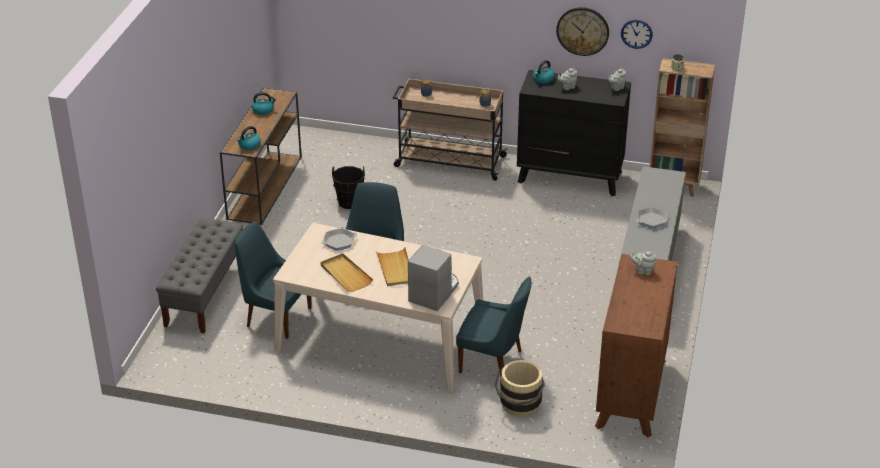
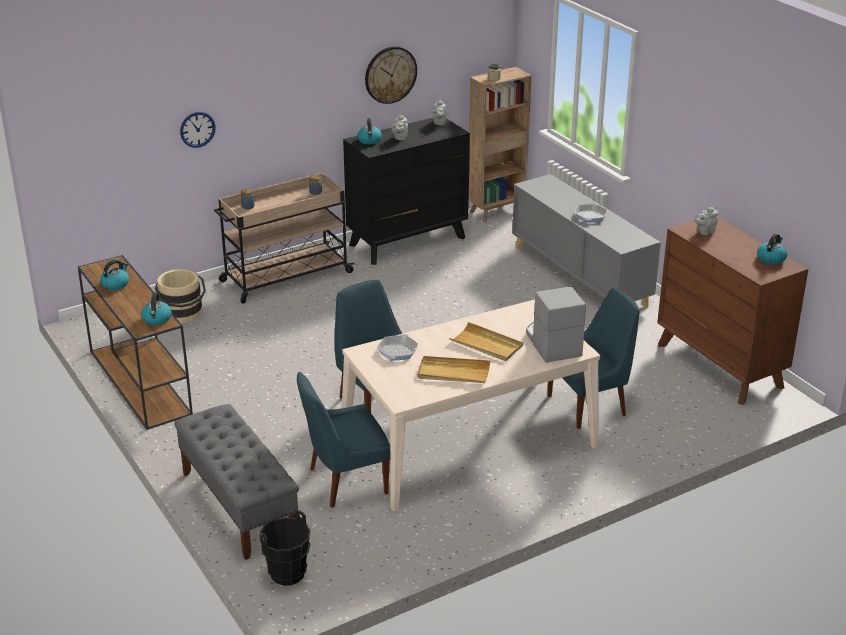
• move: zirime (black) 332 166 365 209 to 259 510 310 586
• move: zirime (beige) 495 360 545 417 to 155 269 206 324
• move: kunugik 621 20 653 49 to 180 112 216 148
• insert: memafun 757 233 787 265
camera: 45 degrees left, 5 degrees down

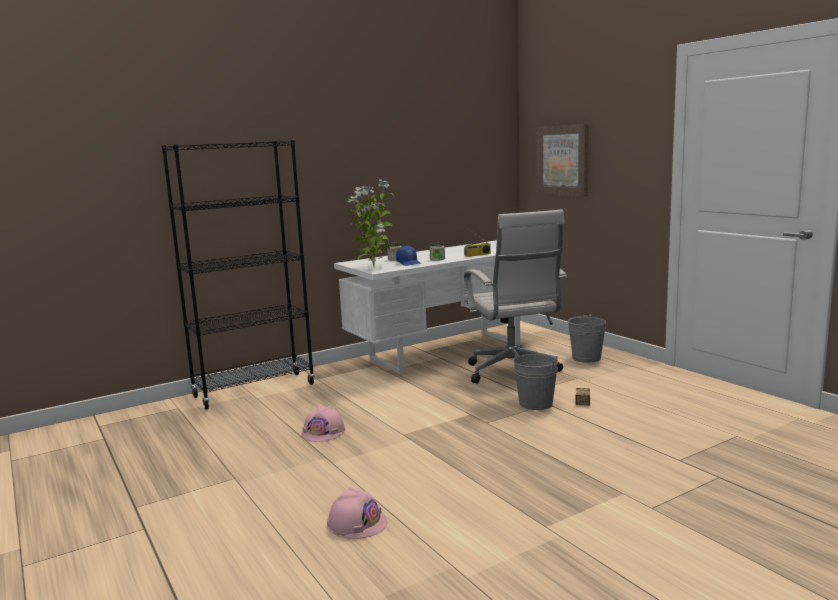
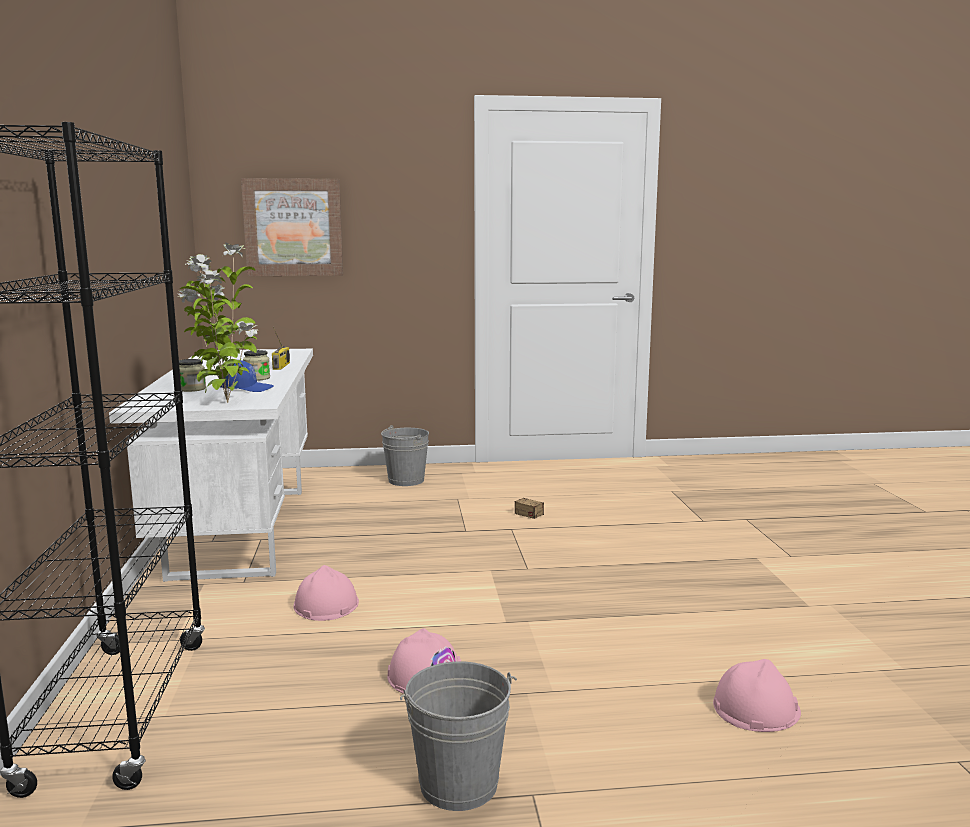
• delete: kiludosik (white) 464 210 567 384
• move: zirime (grey) 513 353 558 410 to 400 661 517 811
• insert: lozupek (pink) 293 565 359 621
camera: 65 degrees left, 0 degrees up

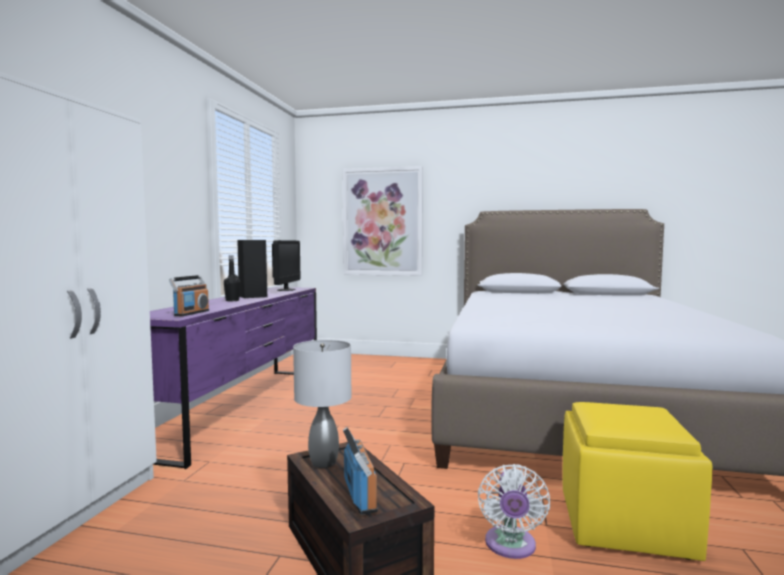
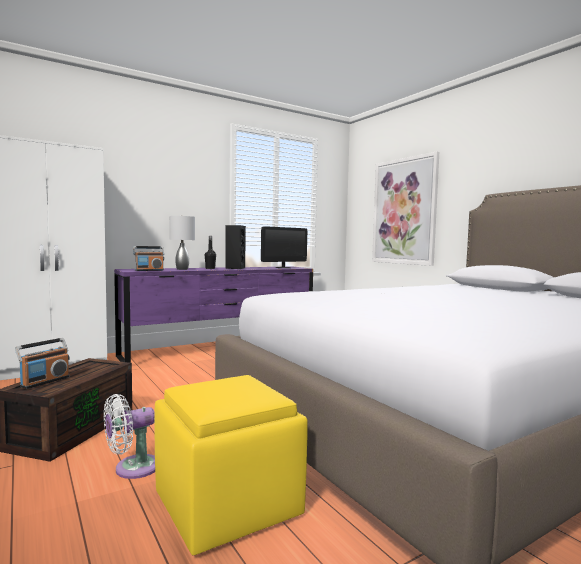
• move: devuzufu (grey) 293 340 351 468 to 169 216 195 270
camera: 45 degrees right, 0 degrees up

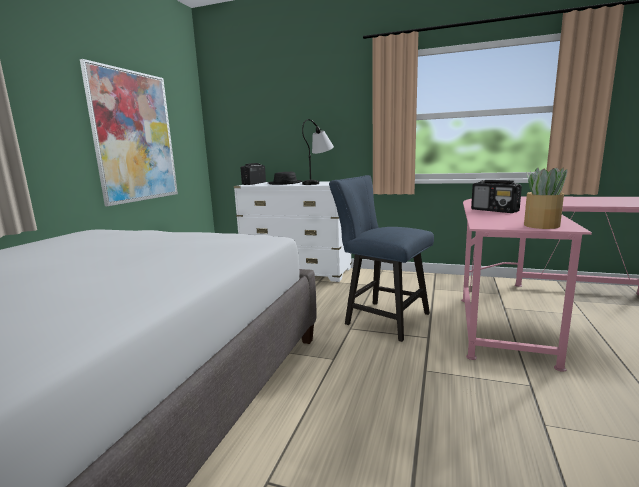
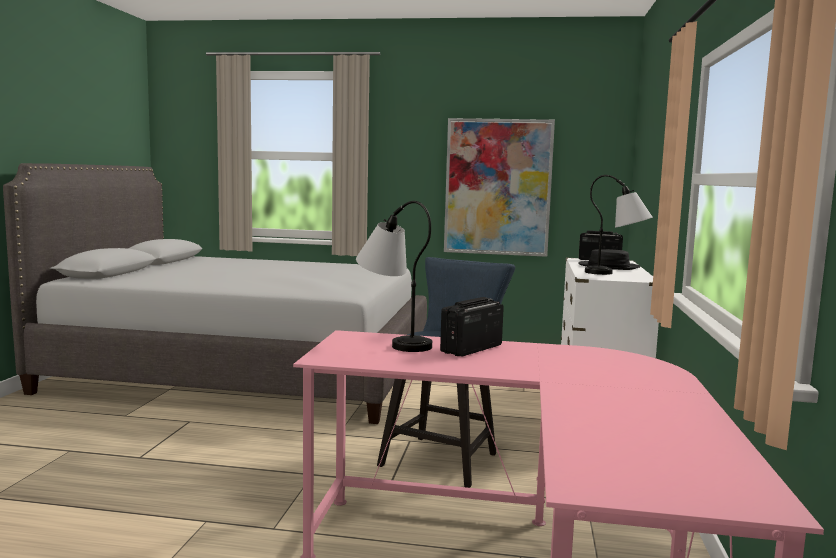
• delete: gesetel 524 167 568 229
• insert: devuzufu 356 201 432 352
camera: 80 degrees right, 5 degrees down

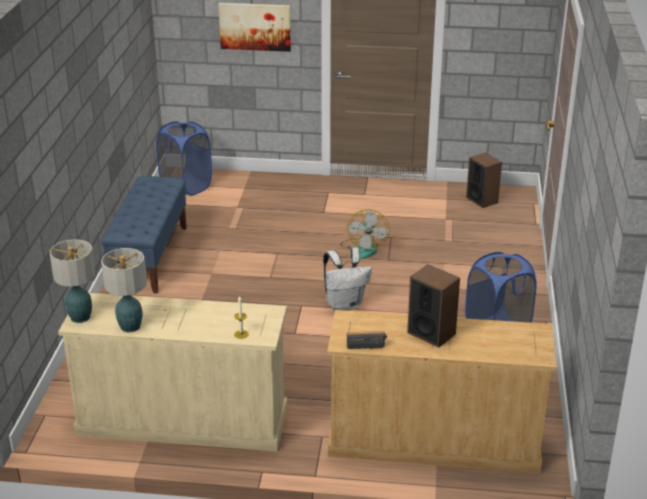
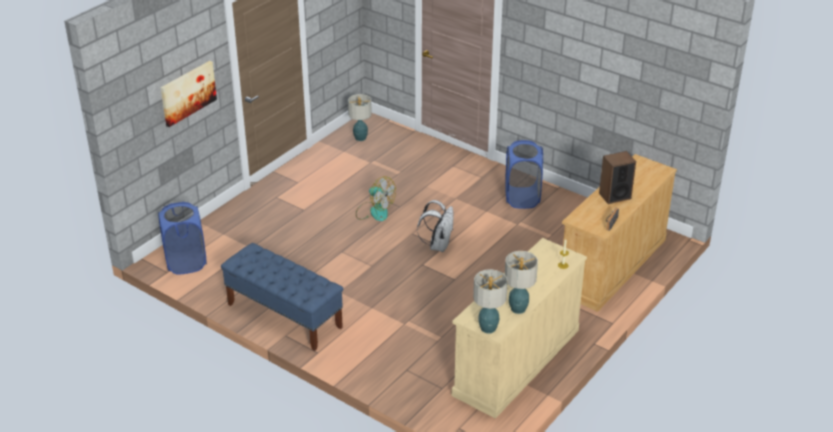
• replace: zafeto 466 153 502 208 to devuzufu 348 94 372 141
camera: 60 degrees left, 5 degrees up

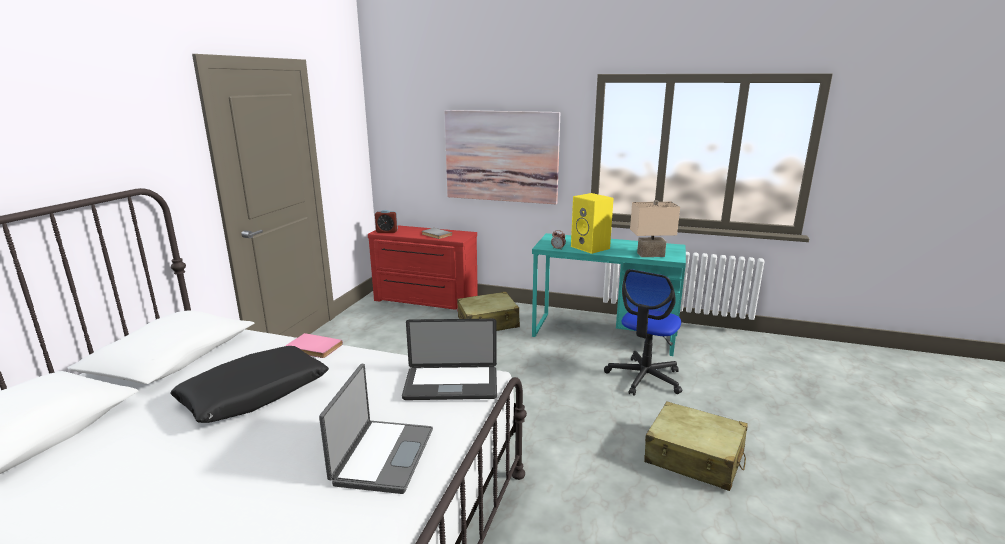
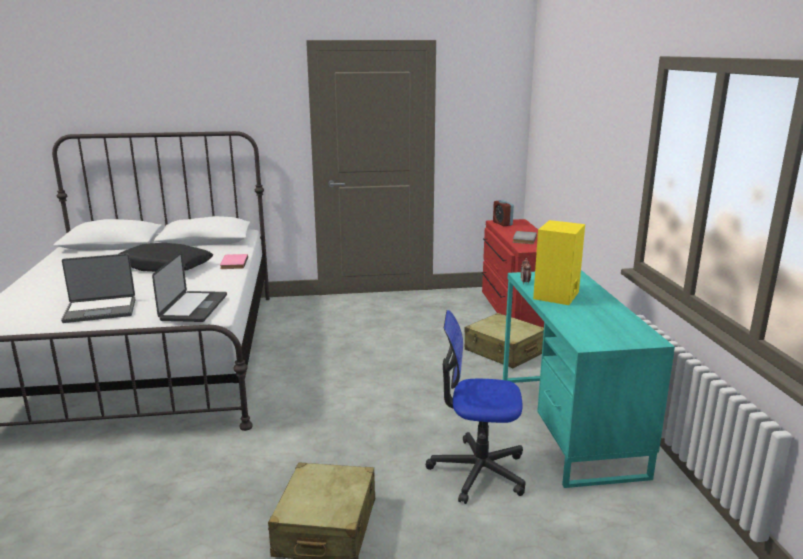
• rotate: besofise 402 319 497 400 = 152 252 227 322 150 degrees counterclockwise
• delete: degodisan 445 110 560 204
• delete: devuzufu (beige) 630 200 680 257
camera: 65 degrees right, 0 degrees up

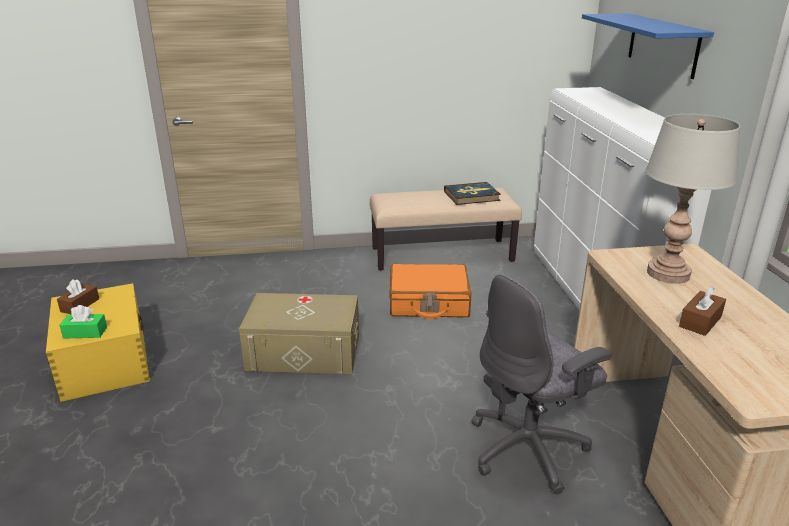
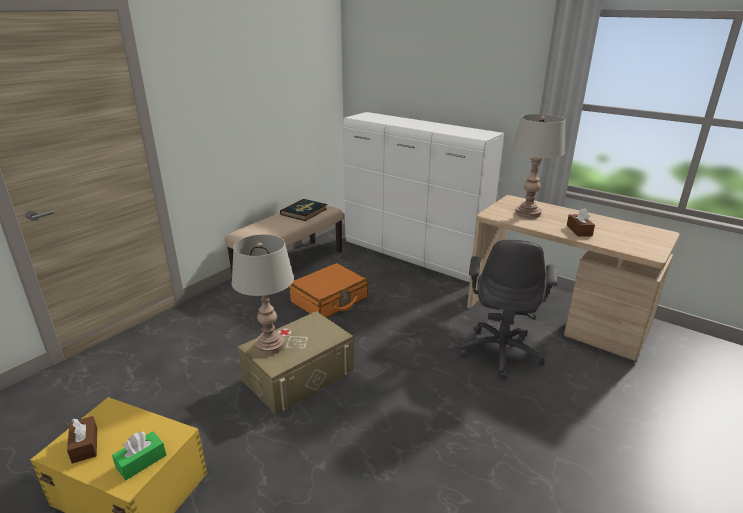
• delete: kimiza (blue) 582 13 714 79
• insert: devuzufu (grey) 232 234 294 355
camera: 45 degrees left, 0 degrees up

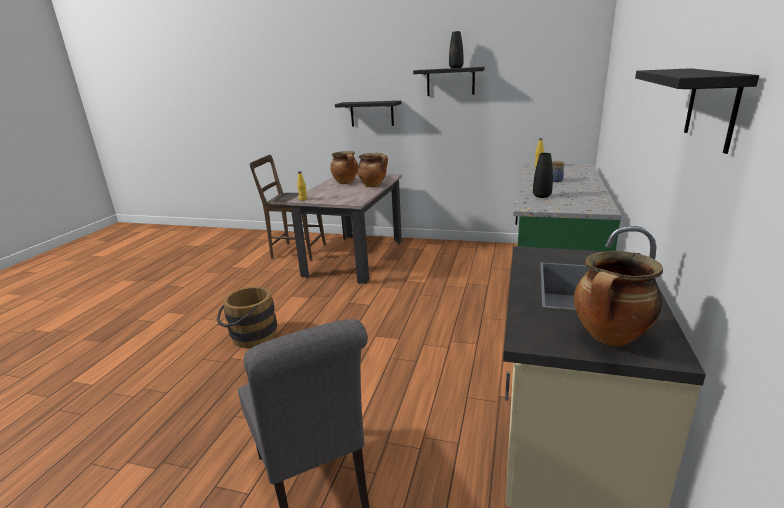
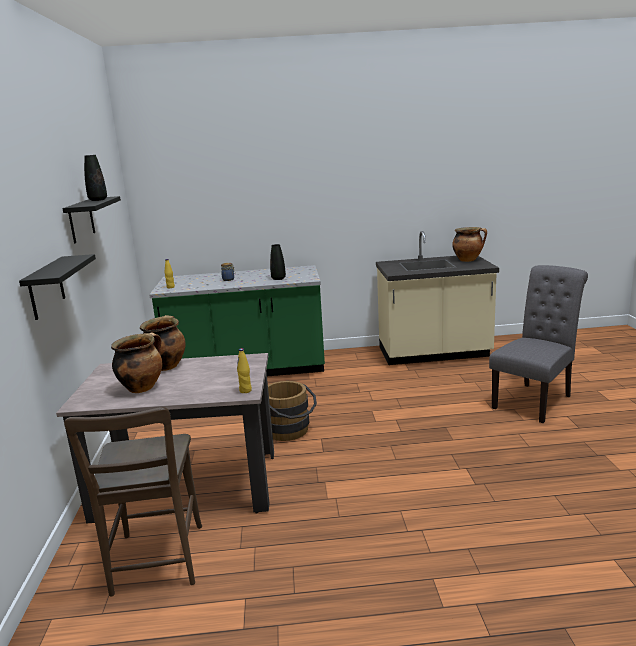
• move: zirime (brown) 217 286 277 348 to 268 381 317 441
• delete: kimiza (black) 635 68 759 154
camera: 110 degrees left, 5 degrees down

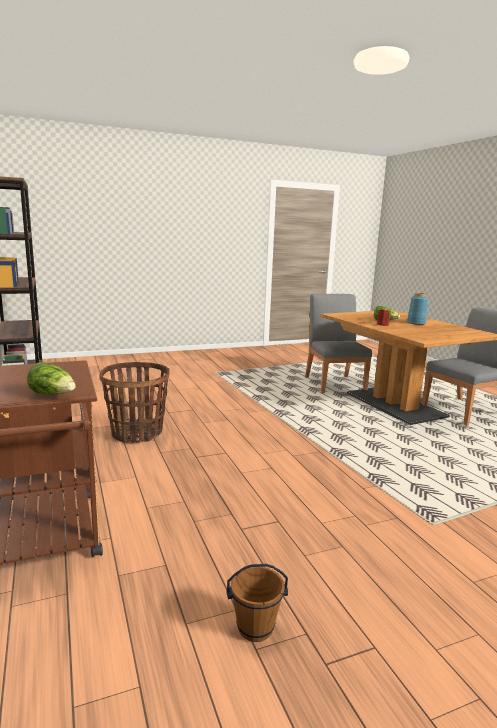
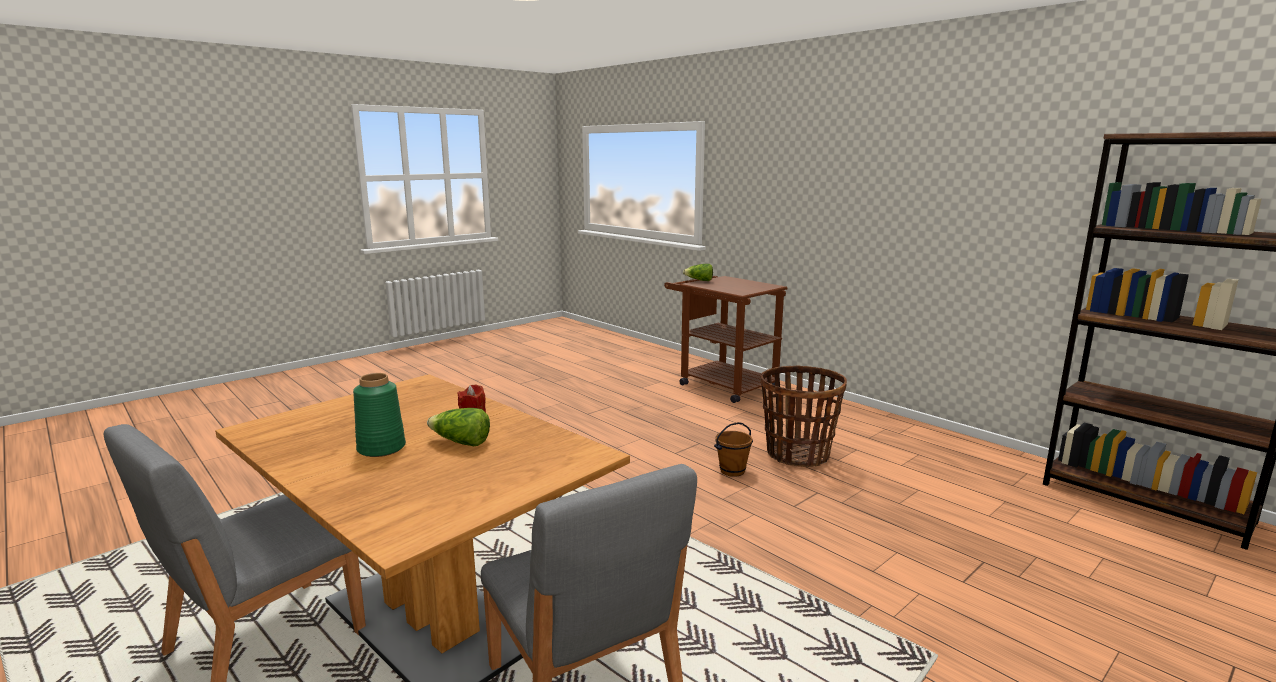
• move: zirime (brown) 227 564 288 642 to 714 422 753 477
• recolor: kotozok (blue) 407 293 428 325 to kotozok (green) 353 373 406 457
camera: 160 degrees right, 0 degrees up

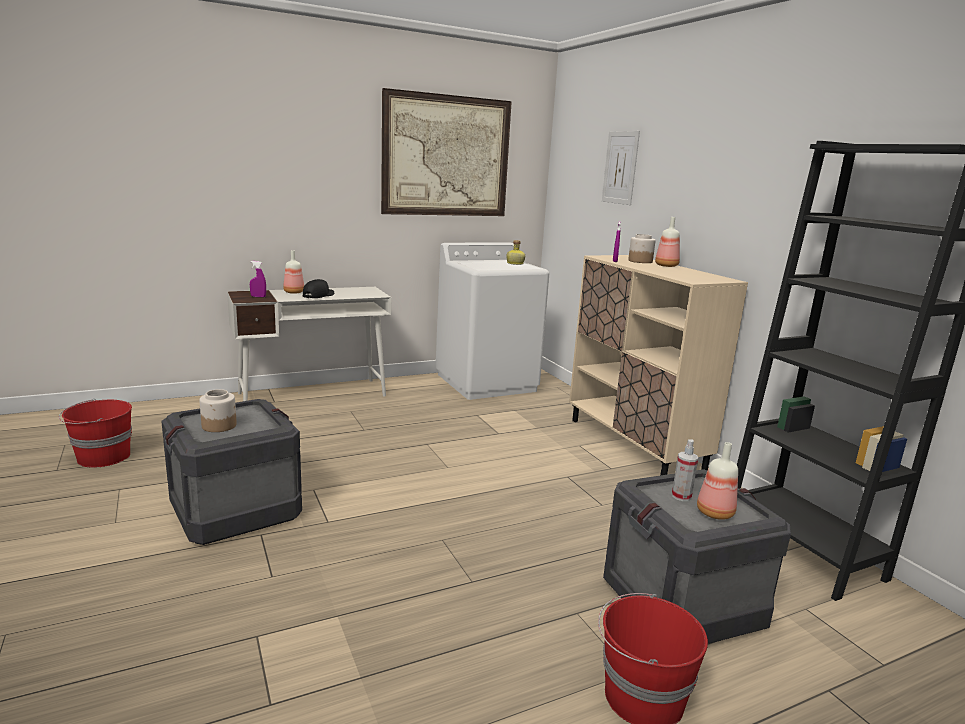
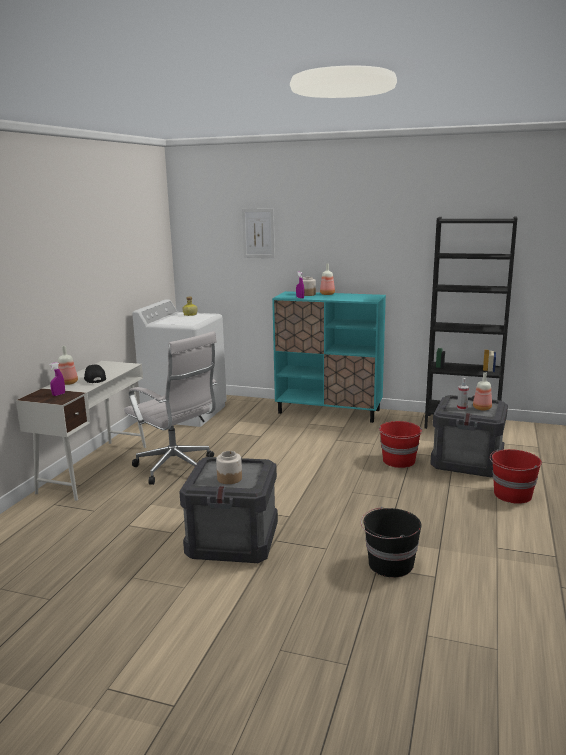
• move: zirime (red) 59 399 132 468 to 379 421 422 468
• delete: degodisan 381 88 512 216
• recolor: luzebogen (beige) 569 255 748 475 to luzebogen (turquoise) 272 291 386 423
• insert: kiludosik (white) 124 331 218 485
• insert: zirime (black) 361 507 421 577
camera: 45 degrees left, 0 degrees up

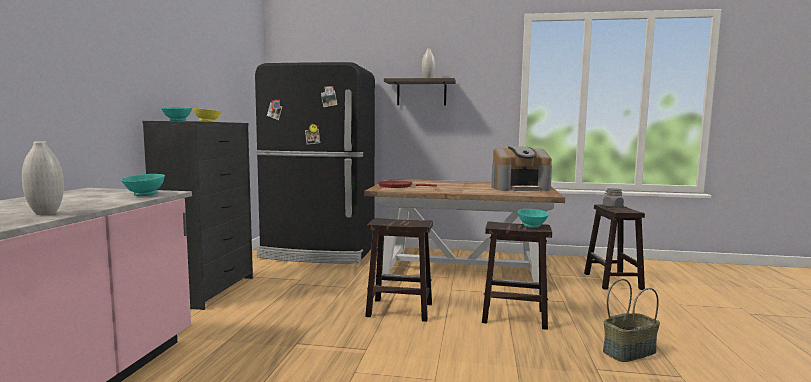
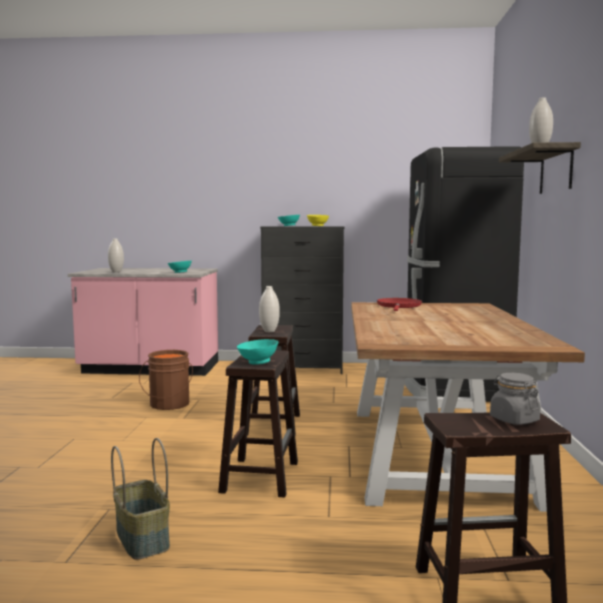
• delete: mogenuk 491 146 552 191
• insert: zirime (brown) 139 350 193 410
• insert: kotozok (white) 259 286 280 332
camera: 85 degrees right, 0 degrees up

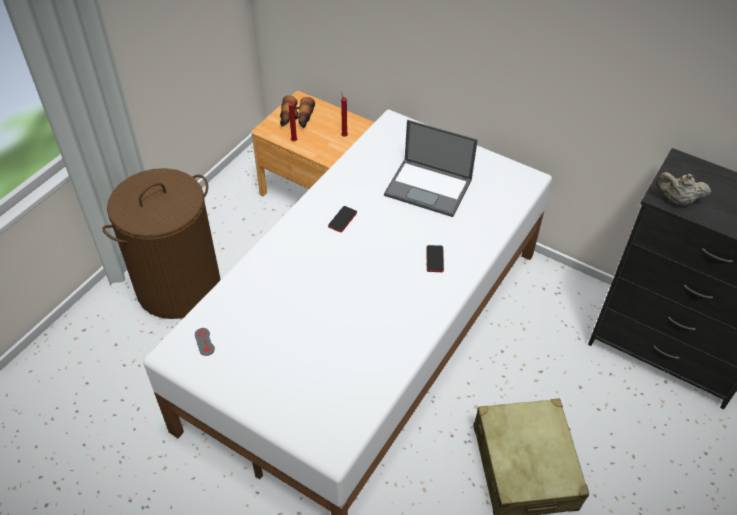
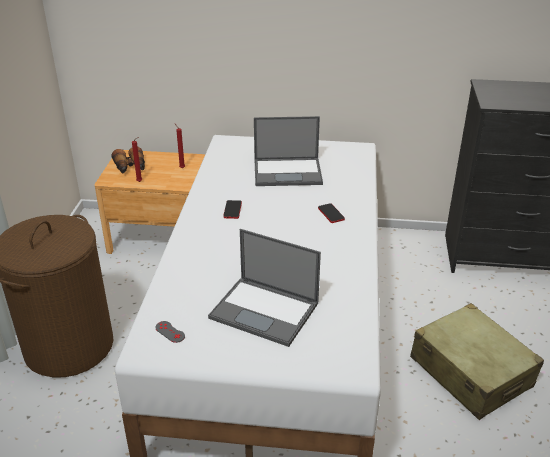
• delete: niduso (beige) 656 172 711 206
• insert: besofise 208 229 321 347
camera: 25 degrees left, 15 degrees down

